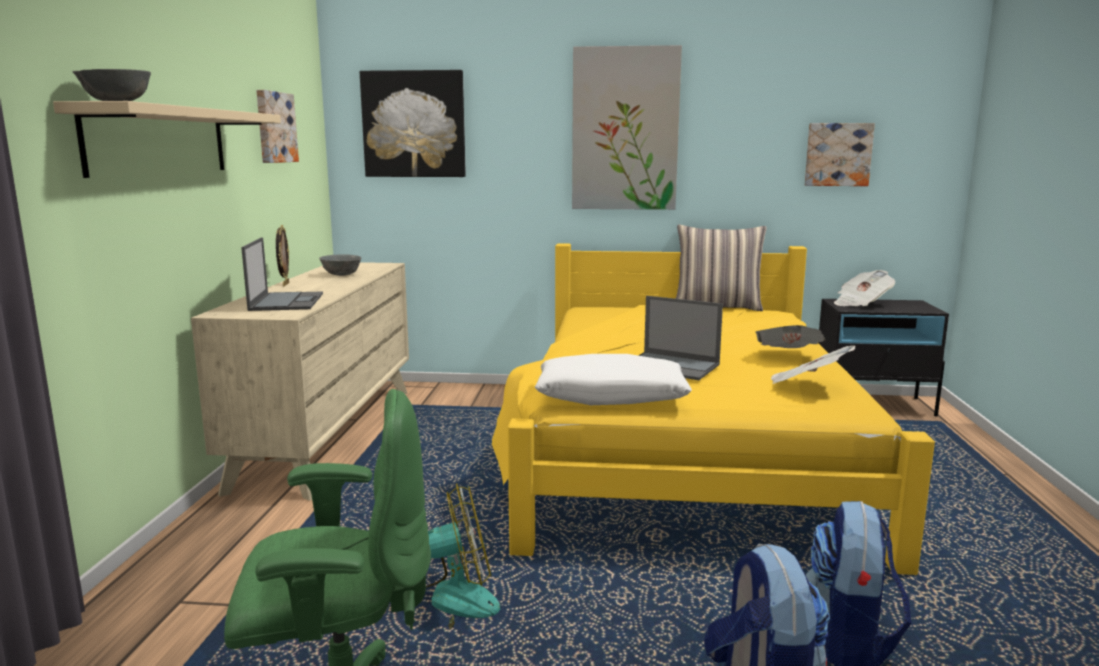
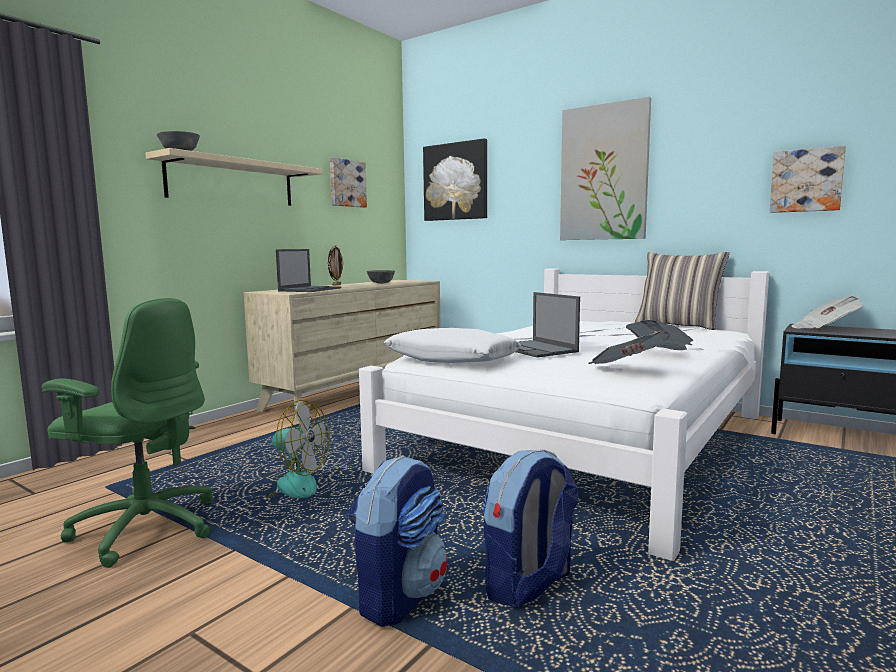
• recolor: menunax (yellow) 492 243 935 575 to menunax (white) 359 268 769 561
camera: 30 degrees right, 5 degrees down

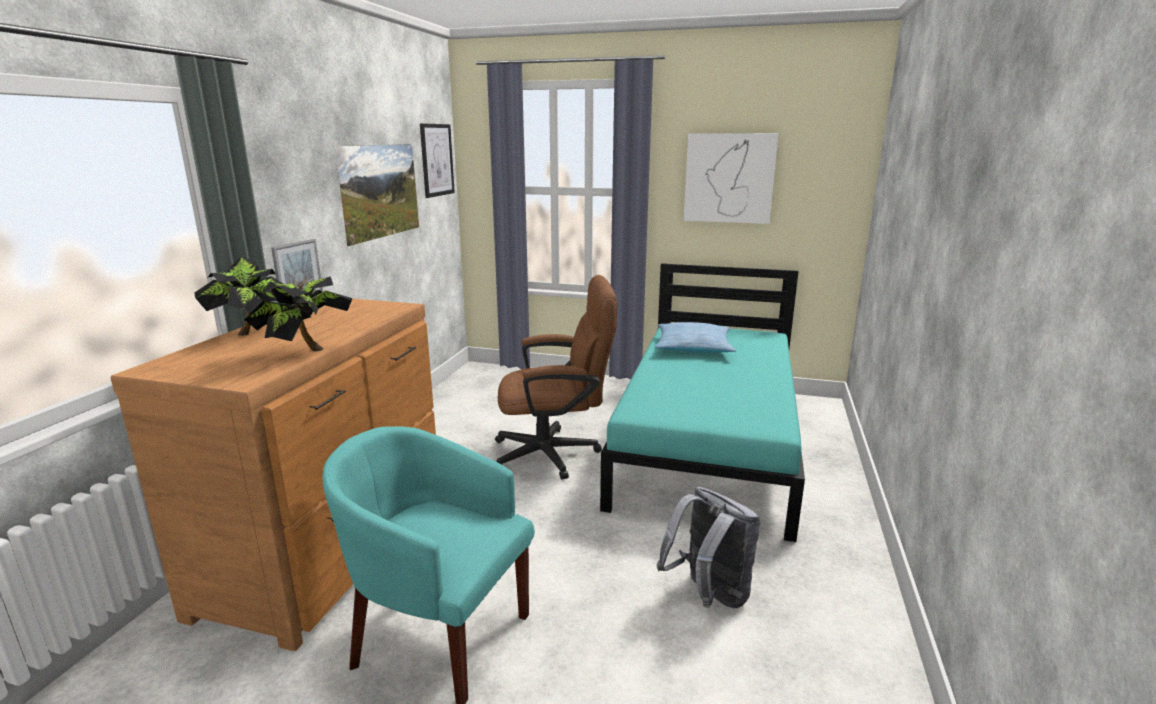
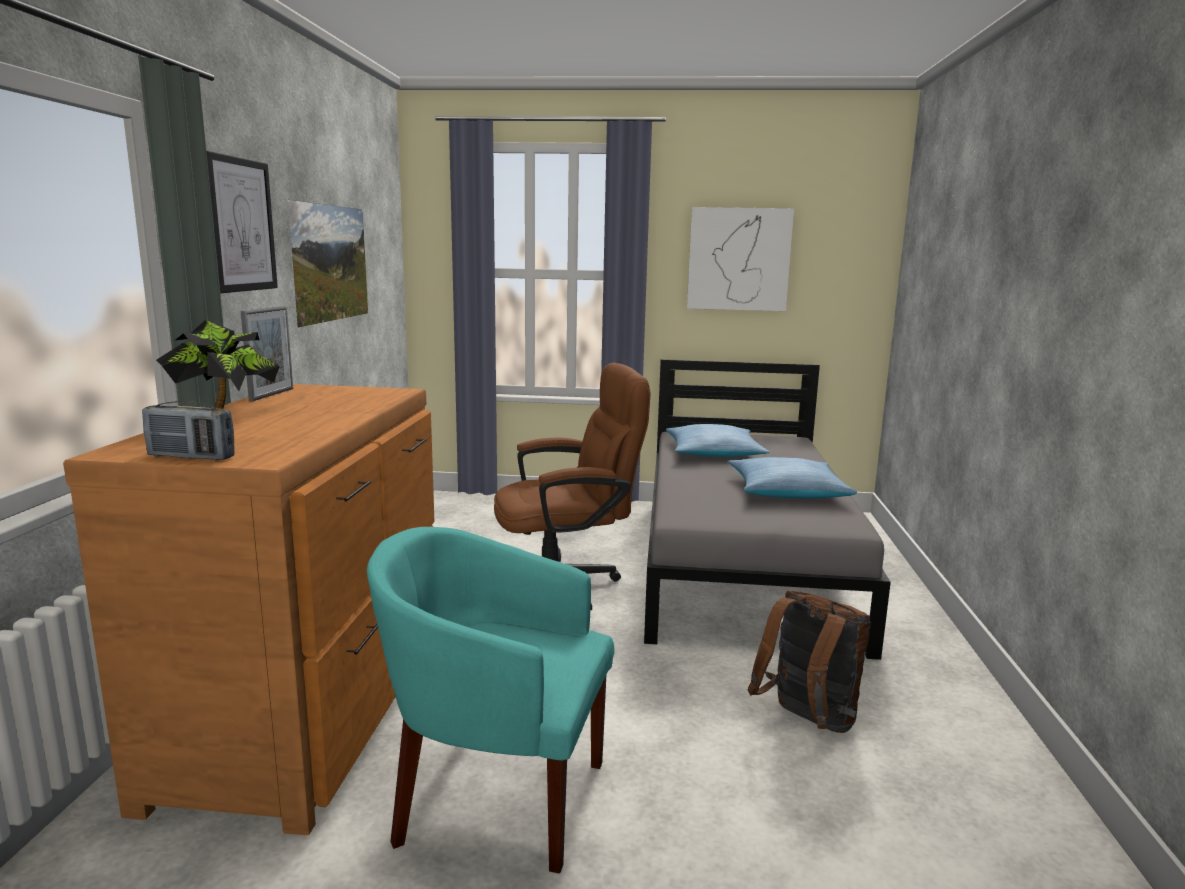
• delete: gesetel 244 277 352 351
• move: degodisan 420 123 455 198 to 206 151 278 293
• recolor: menunax (turquoise) 600 263 805 542 to menunax (grey) 644 359 891 660
• recolor: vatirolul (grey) 657 487 761 608 to vatirolul (brown) 748 590 871 733
• insert: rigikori 142 401 235 460
• insert: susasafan 727 457 857 499
camera: 10 degrees left, 5 degrees down

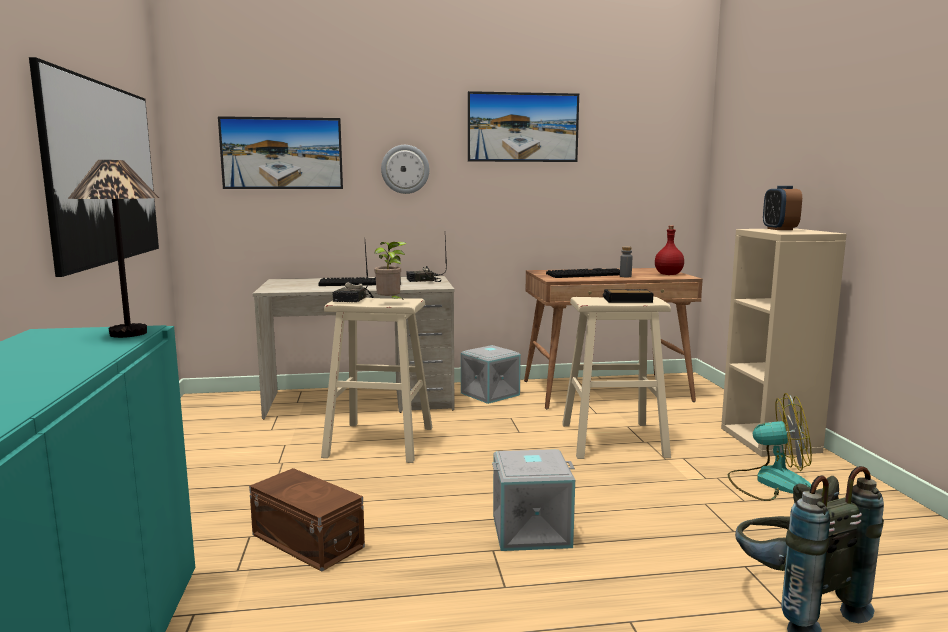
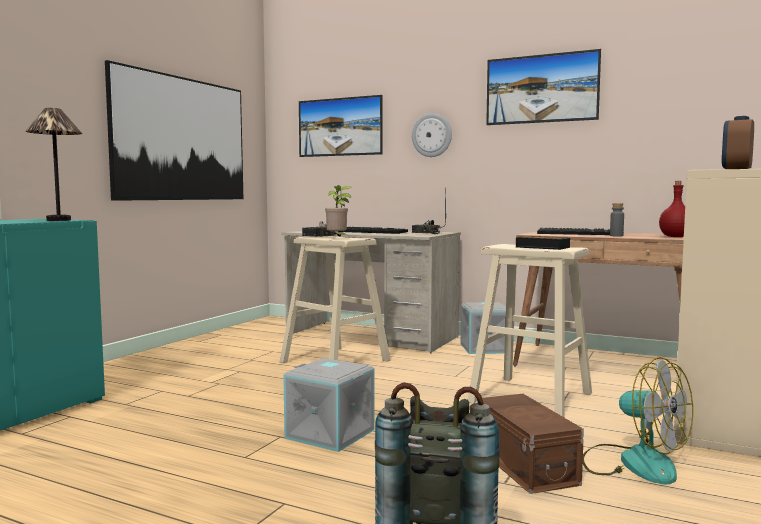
• move: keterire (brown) 249 468 365 572 to 477 394 584 494
camera: 35 degrees right, 5 degrees down

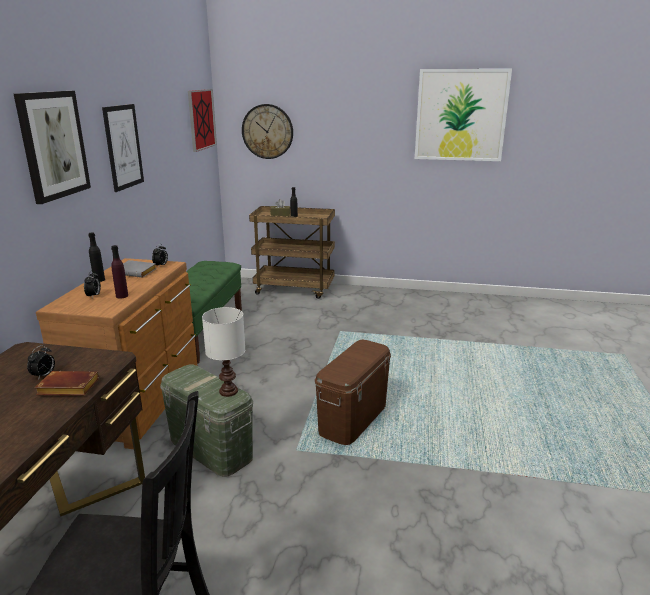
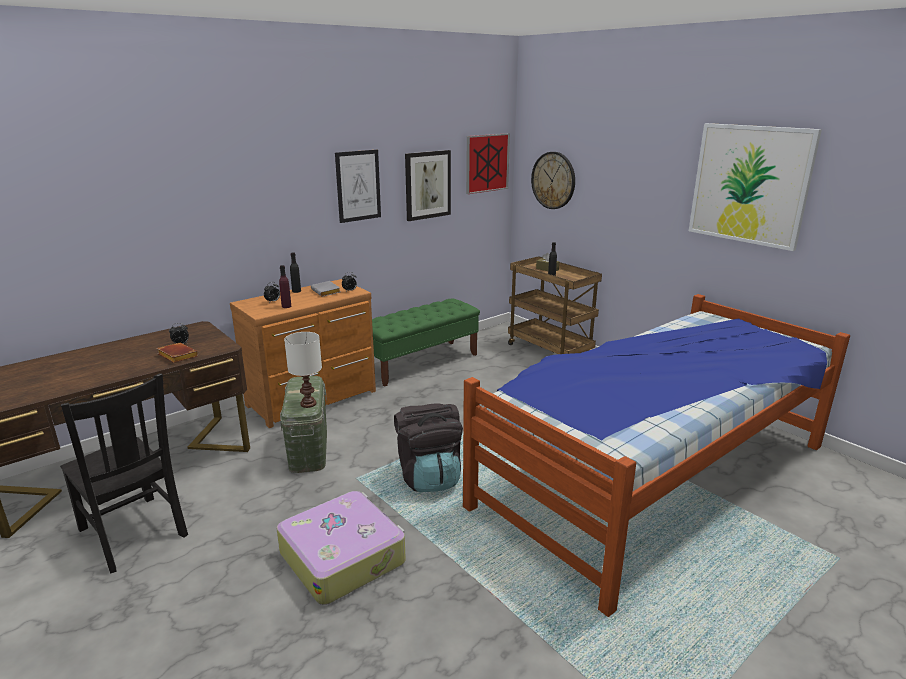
• move: degodisan 14 91 91 204 to 405 150 451 221
• replace: keterire (brown) 315 340 391 445 to vatirolul (black) 394 403 463 492
• insert: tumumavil 276 491 406 605
• insert: menunax 463 294 850 617
camera: 40 degrees right, 0 degrees up

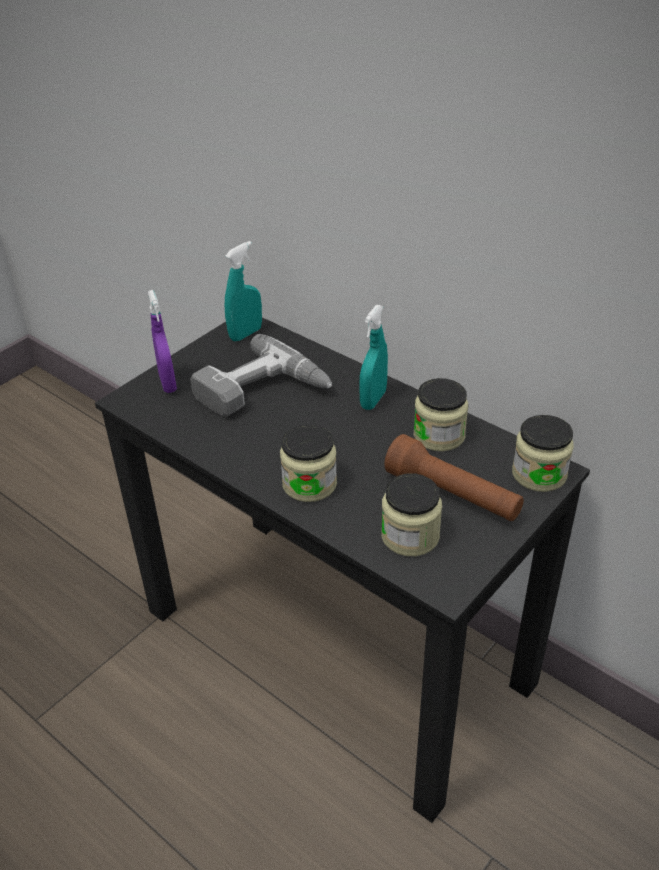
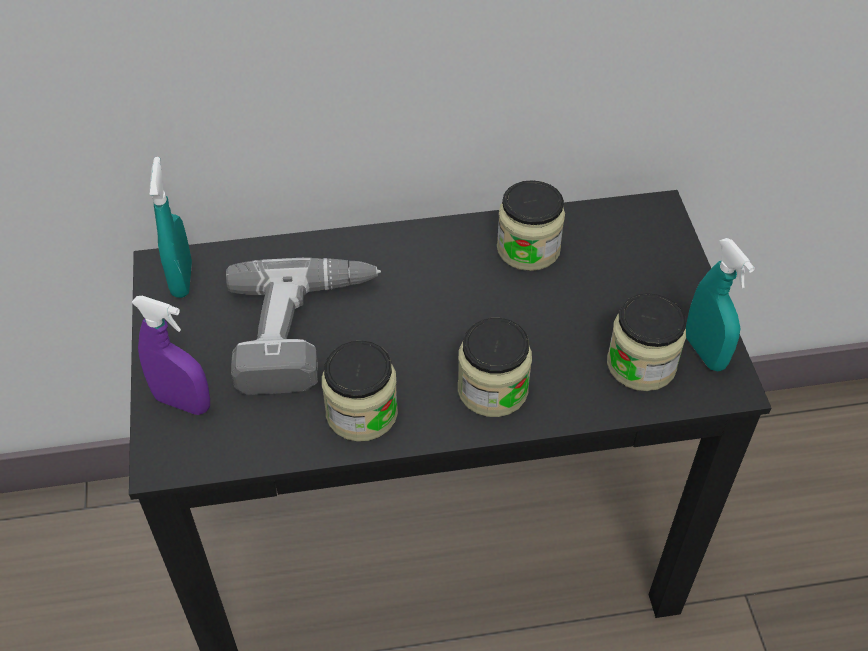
• move: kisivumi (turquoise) 359 305 388 410 to 686 238 755 371
• delete: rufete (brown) 384 434 524 521
• move: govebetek 512 415 574 492 to 322 340 398 442
camera: 50 degrees left, 10 degrees up

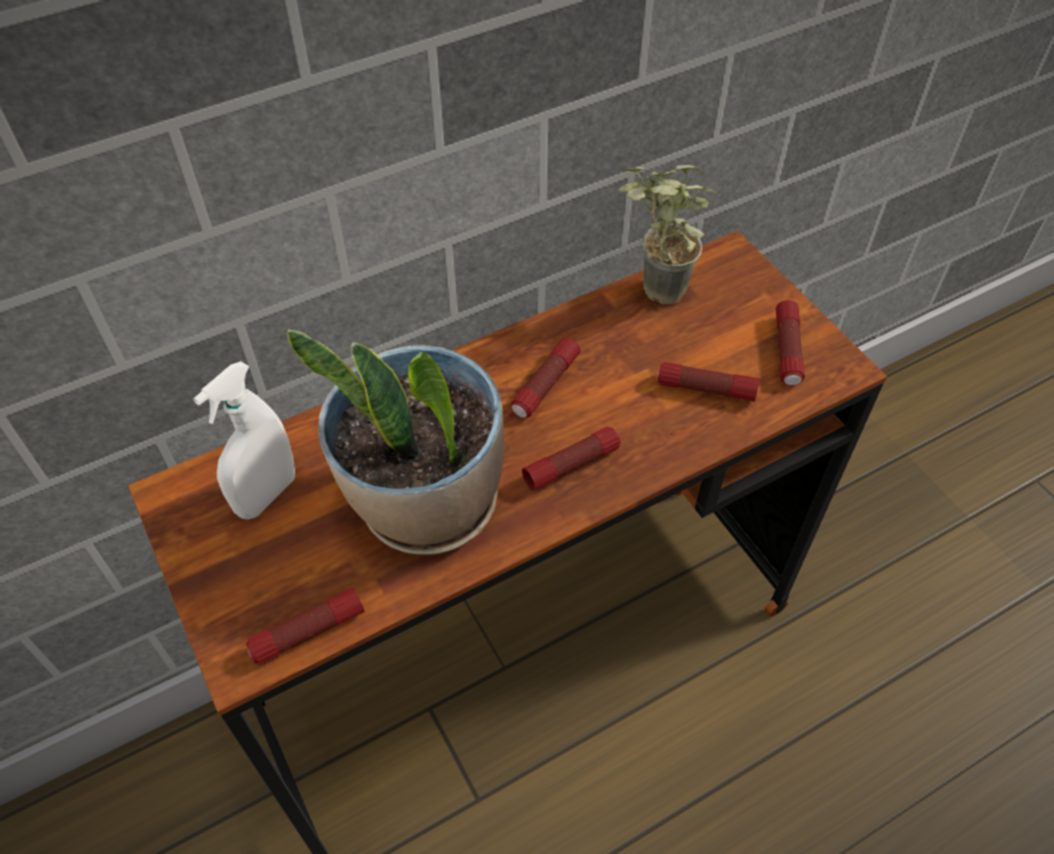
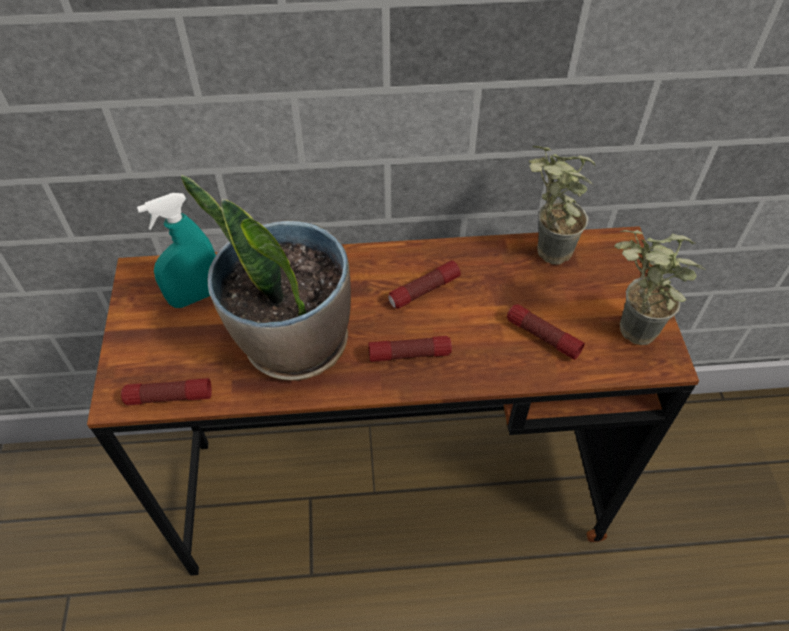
• recolor: kisivumi (white) 193 361 295 520 to kisivumi (turquoise) 137 193 216 308
• replace: rufete 776 300 805 385 to gesetel 614 230 706 345
camera: 25 degrees right, 0 degrees up

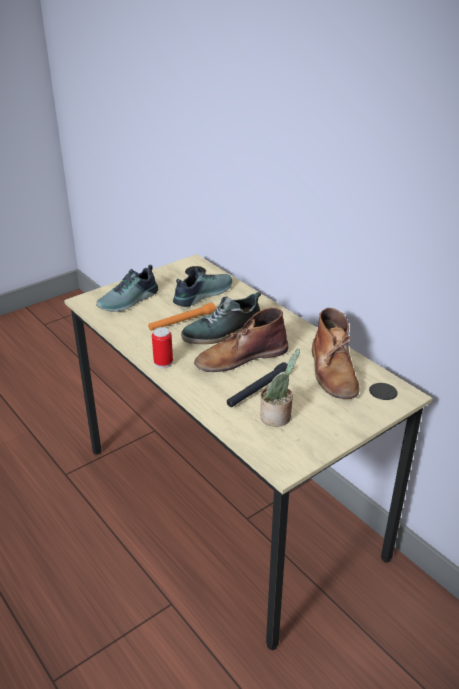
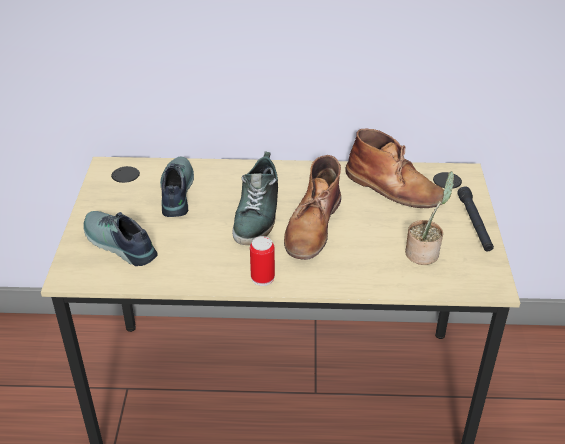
• rotate: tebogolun 96 264 158 312 = 83 211 158 266 135 degrees clockwise
• delete: rufete (orange) 148 302 216 331
• move: rufete (black) 227 362 288 407 to 457 187 494 251
camera: 50 degrees left, 5 degrees up

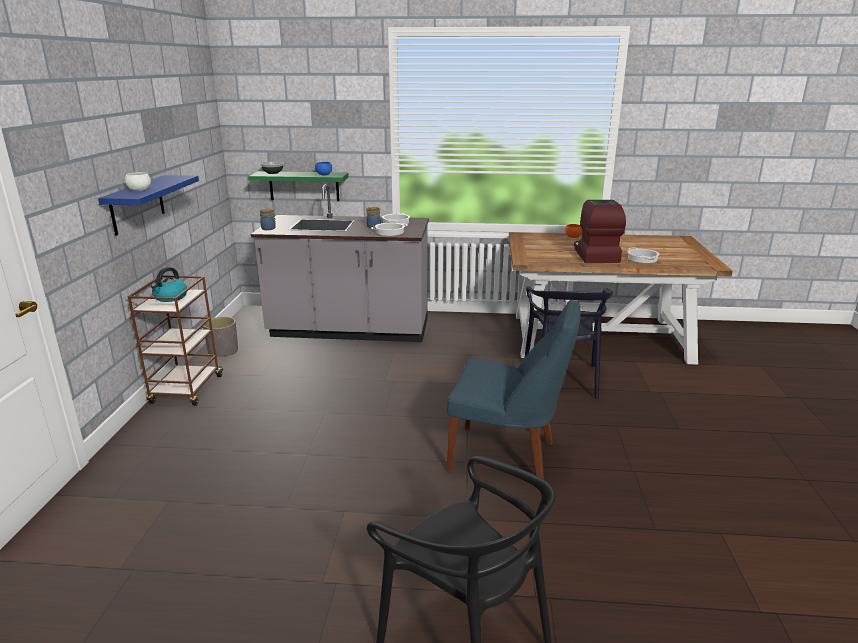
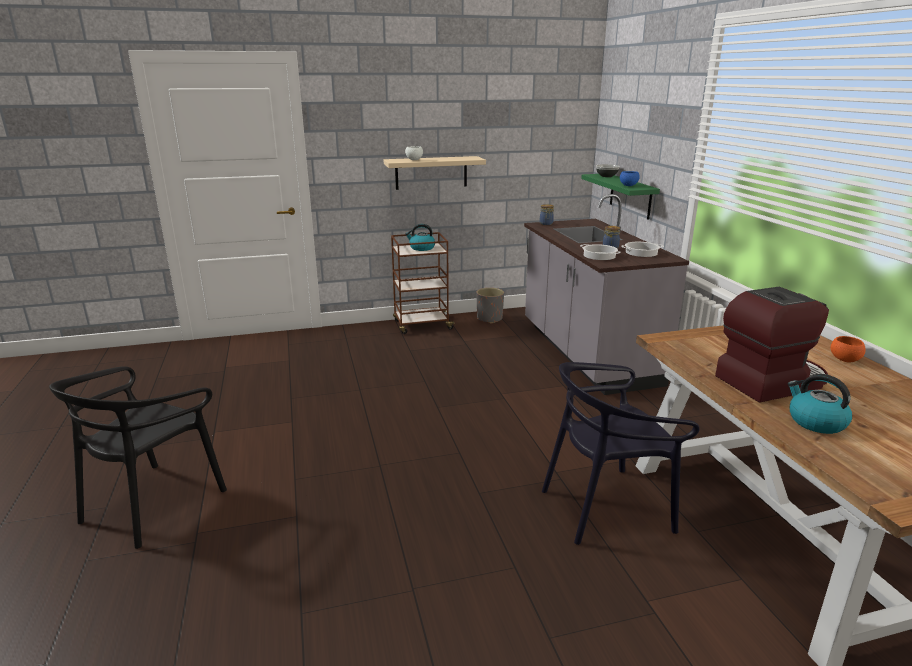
• recolor: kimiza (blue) 98 175 199 236 to kimiza (beige) 384 156 486 190
• delete: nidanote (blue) 447 300 581 479
• replace: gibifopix 627 248 659 263 to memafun 787 374 852 434
camera: 70 degrees right, 0 degrees up

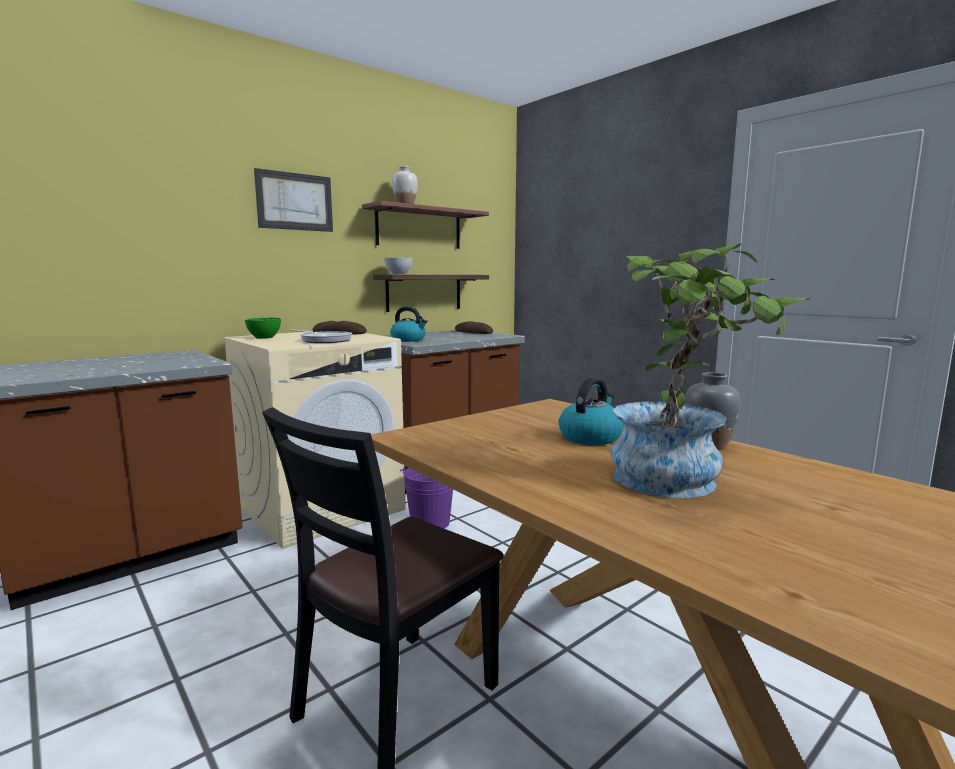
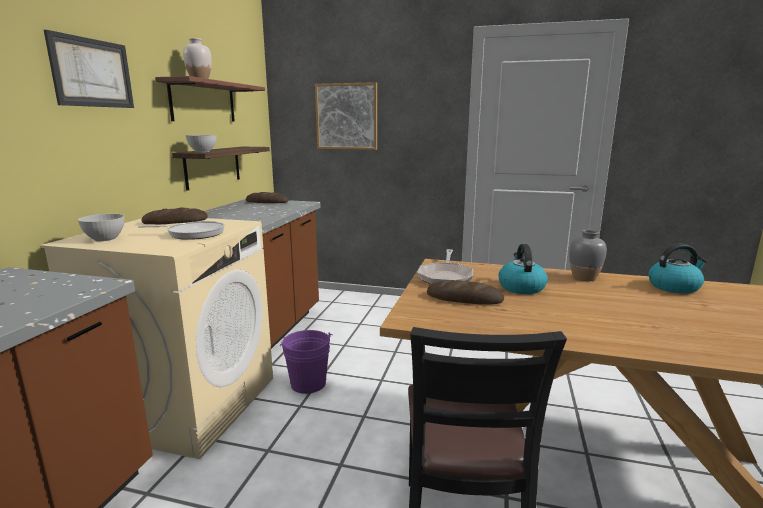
• recolor: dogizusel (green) 244 318 281 339 to dogizusel (grey) 78 214 125 242
• move: memafun 390 306 428 342 to 649 244 707 294
• delete: gesetel 610 243 810 498
• insert: degodisan 315 82 377 150
• insert: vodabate 417 249 473 284
• insert: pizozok 427 280 504 305
camera: 35 degrees left, 5 degrees up

